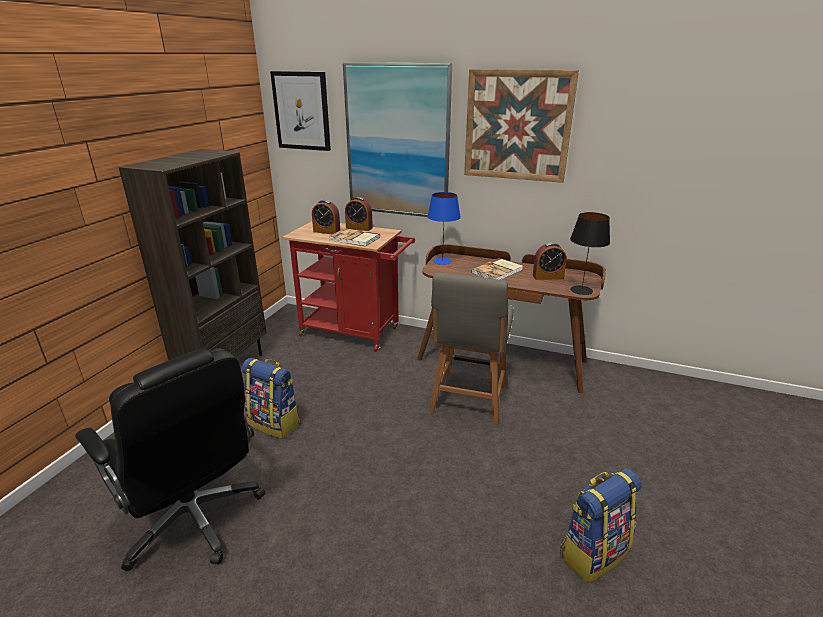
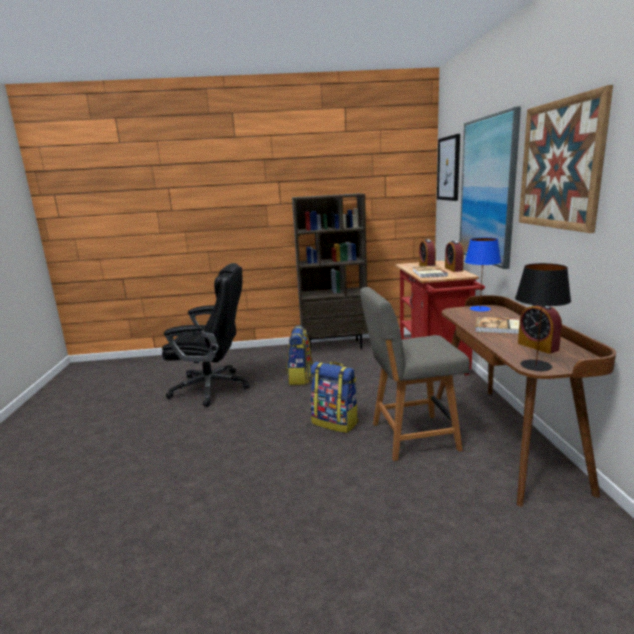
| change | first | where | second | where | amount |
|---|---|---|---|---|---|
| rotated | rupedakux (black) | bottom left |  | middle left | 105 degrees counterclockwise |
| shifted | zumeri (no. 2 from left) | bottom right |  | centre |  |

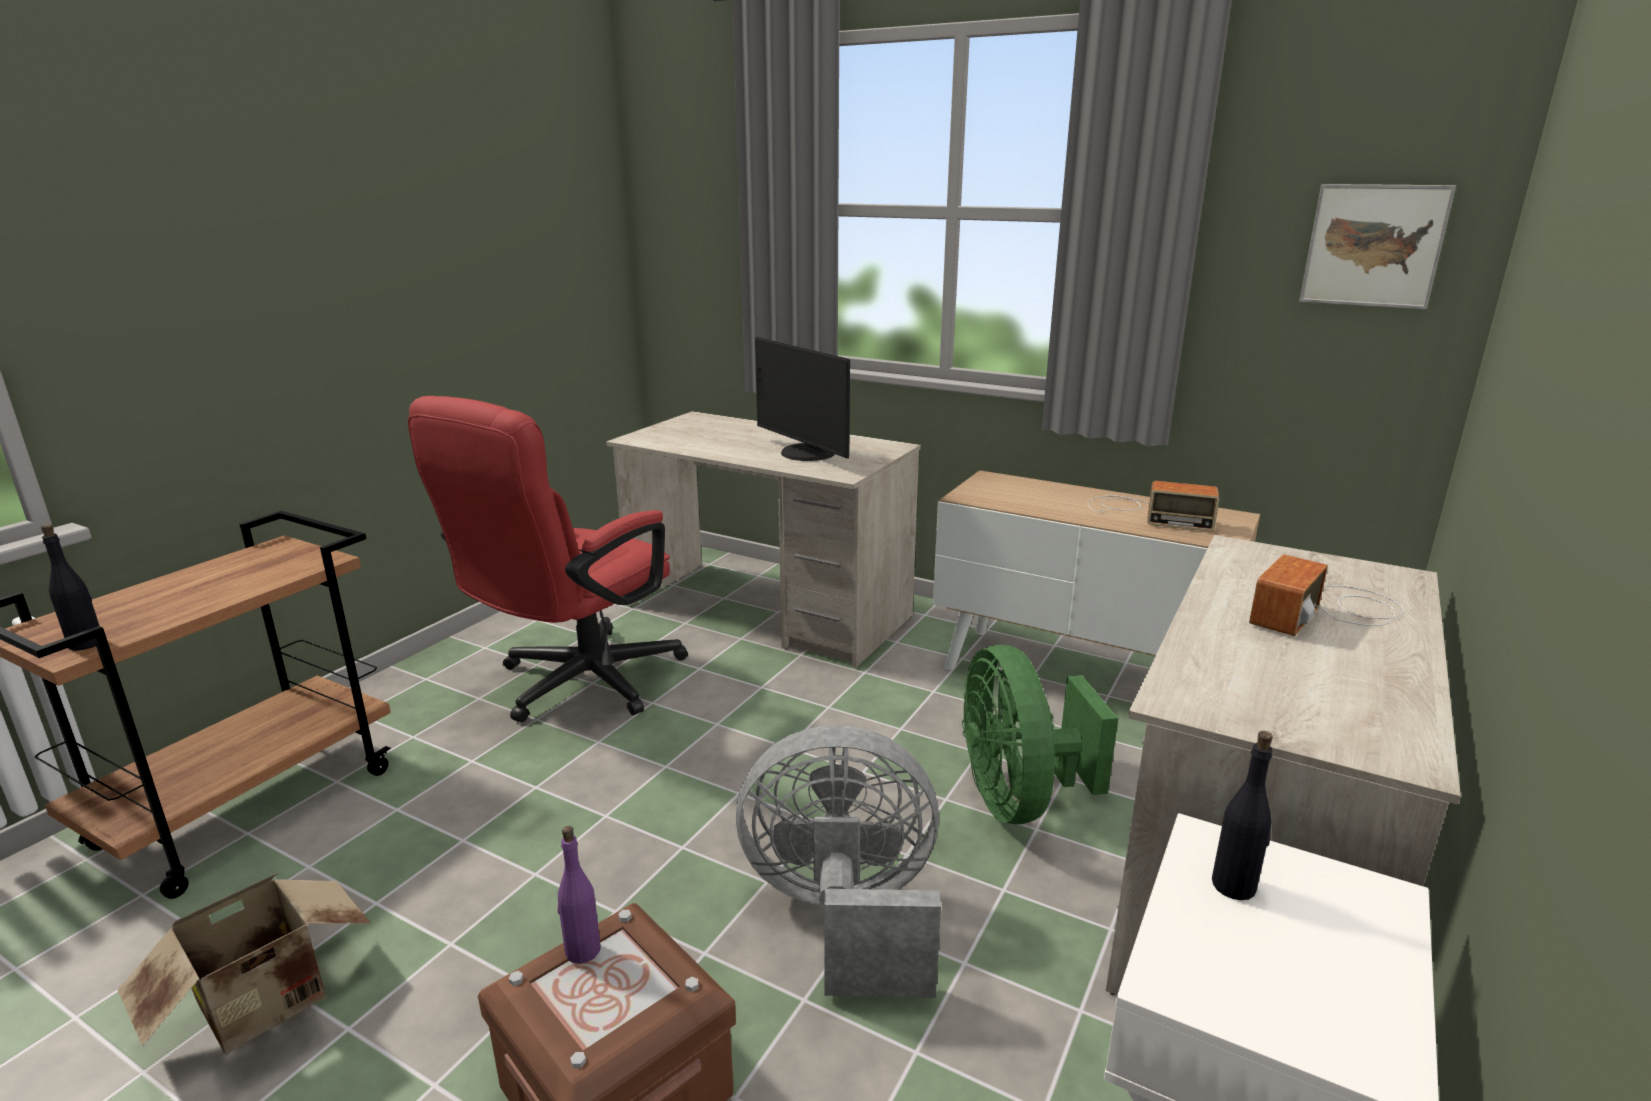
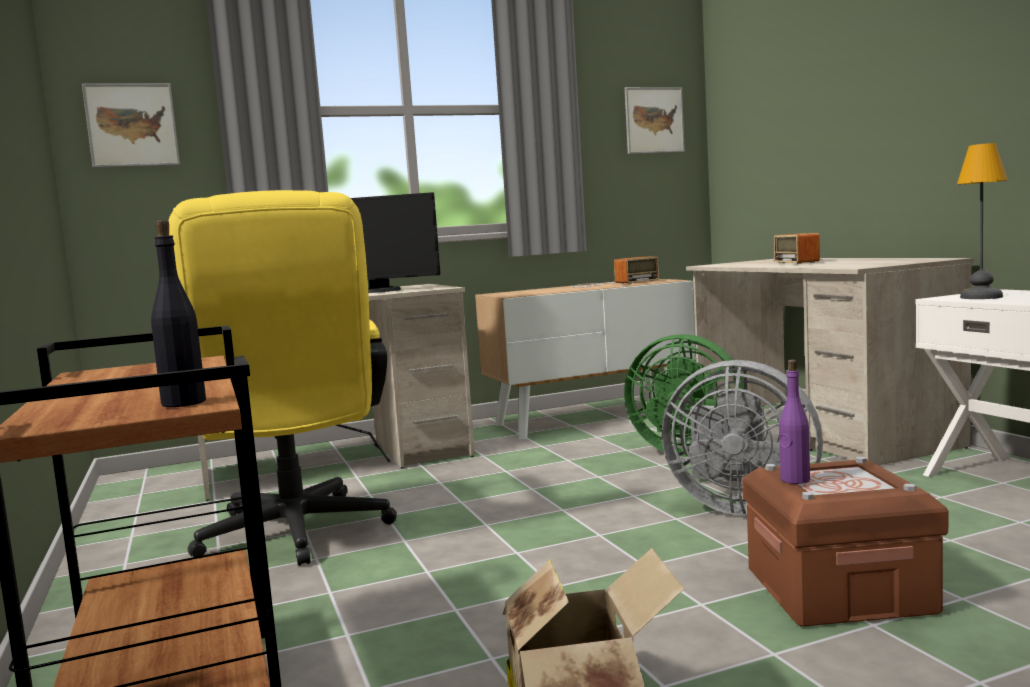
| change | first | where | second | where | amount |
|---|---|---|---|---|---|
| new |  |  | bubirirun (no. 1 from left) | top left |  |
| repainted | rupedakux (red) | middle left | rupedakux (yellow) | middle left |  |
| rotated | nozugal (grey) | bottom centre |  | middle right | 105 degrees counterclockwise |
| swapped | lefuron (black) (no. 2 from left) | bottom right | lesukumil | top right |  |

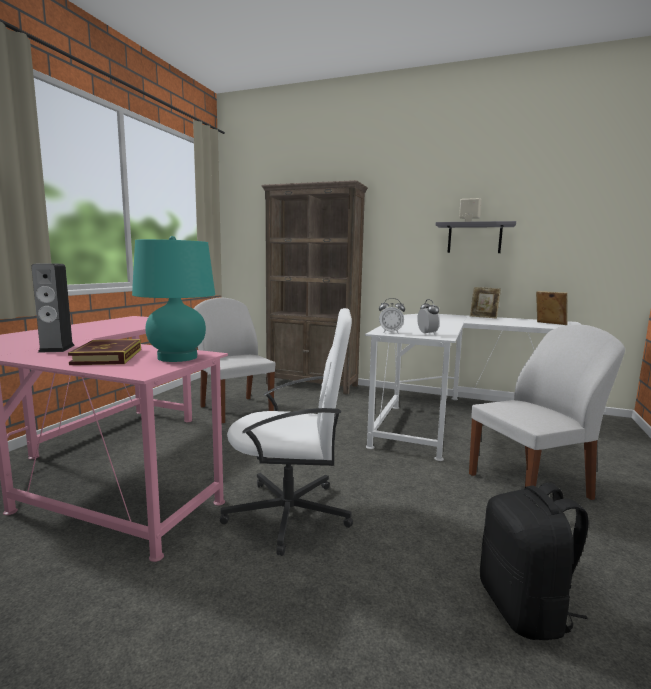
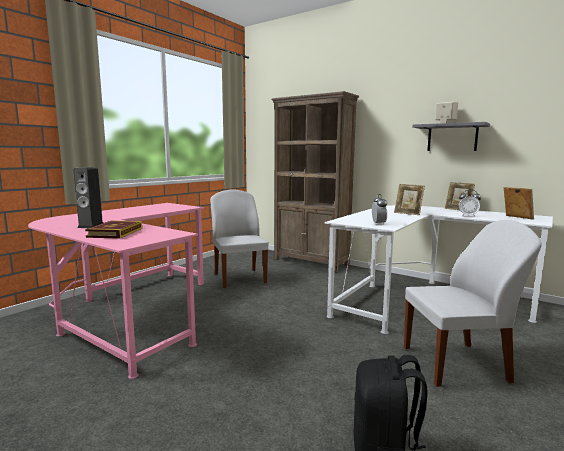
| change | first | where | second | where | amount |
|---|---|---|---|---|---|
| new |  |  | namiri (no. 1 from left) | middle right |  |
| shifted | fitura (no. 1 from left in the first image) | centre | fitura (no. 2 from left) | middle right |  |
| gone | lesukumil (turquoise) | middle left |  |  |  |
| gone | rupedakux (white) | centre |  |  |  |

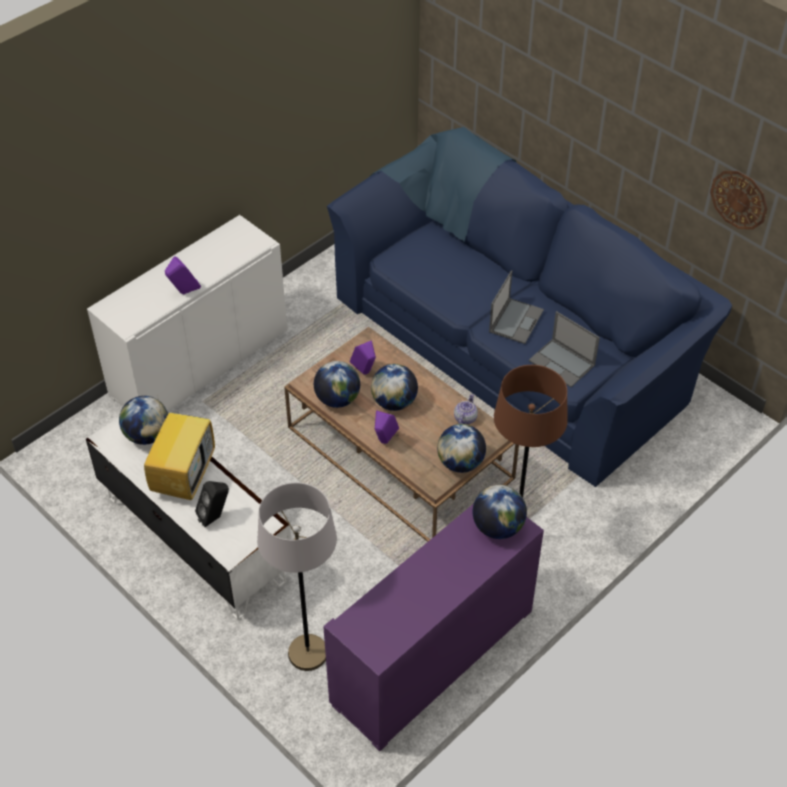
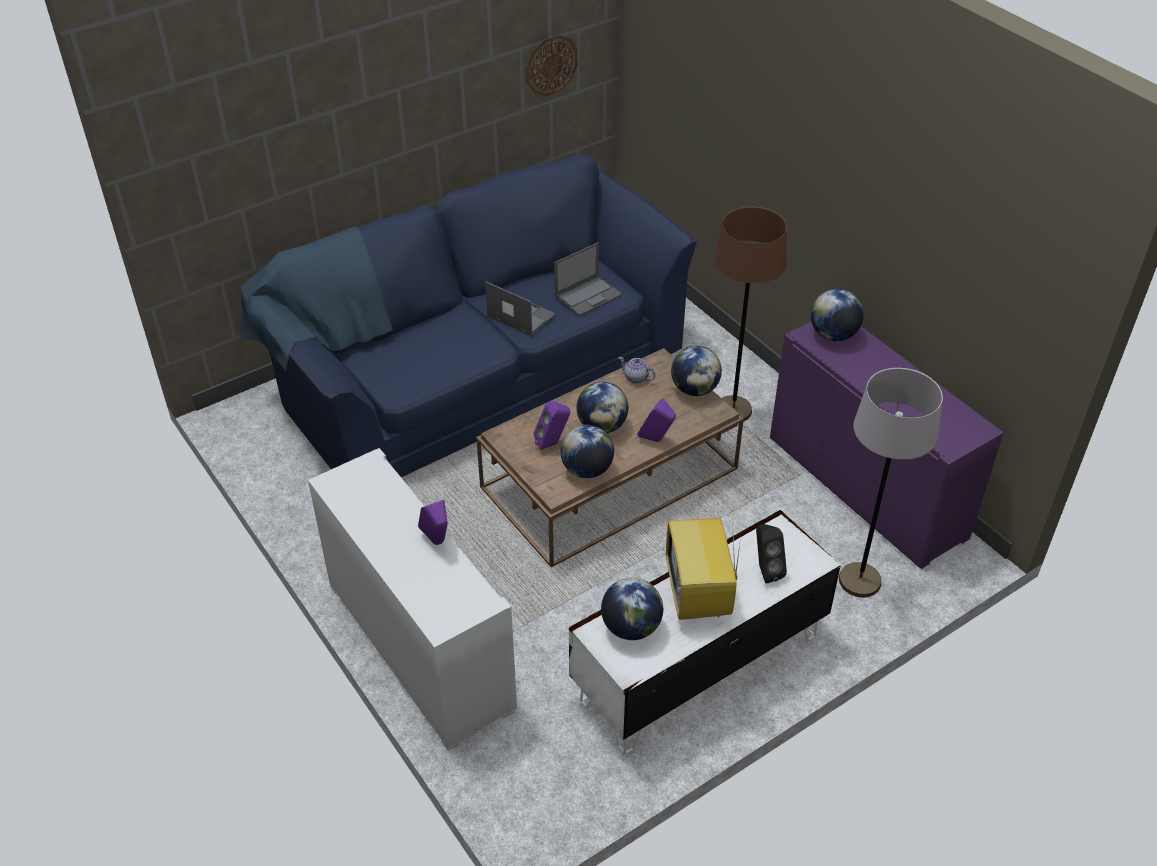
| change | first | where | second | where | amount |
|---|---|---|---|---|---|
| rotated | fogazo | middle left |  | centre | 120 degrees counterclockwise |

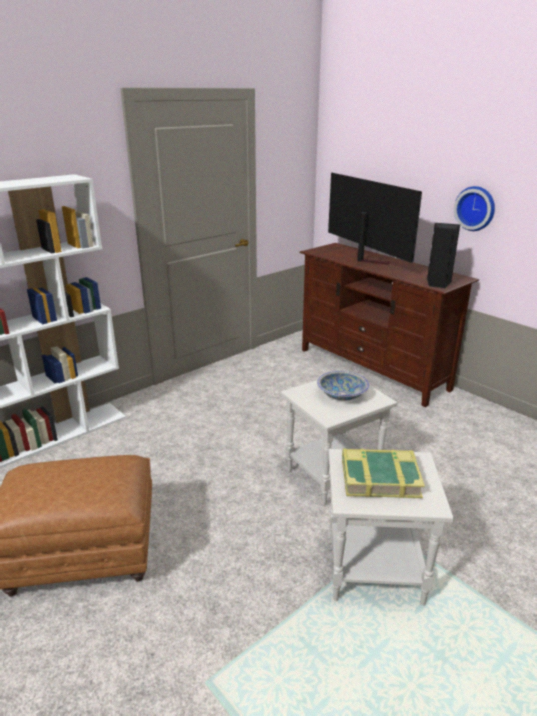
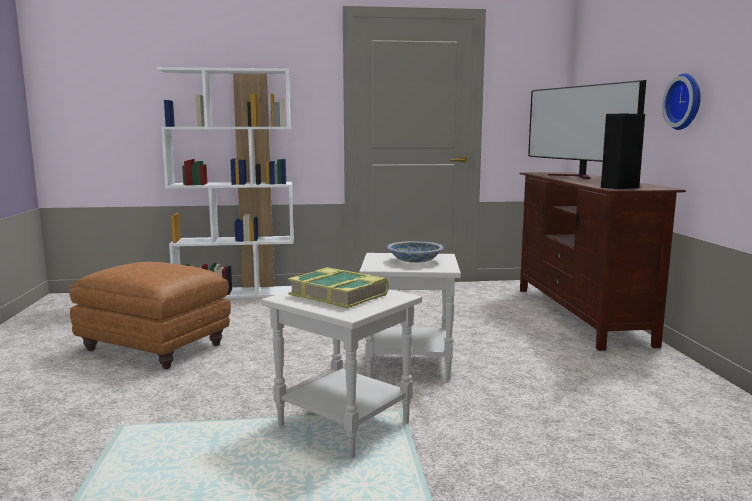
| change | first | where | second | where | amount |
|---|---|---|---|---|---|
| rotated | fogazo | top right |  | top right | 150 degrees clockwise |

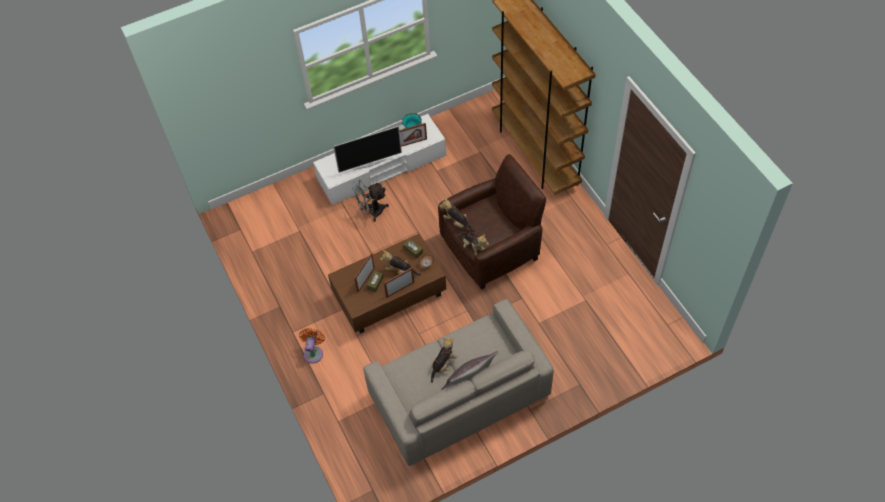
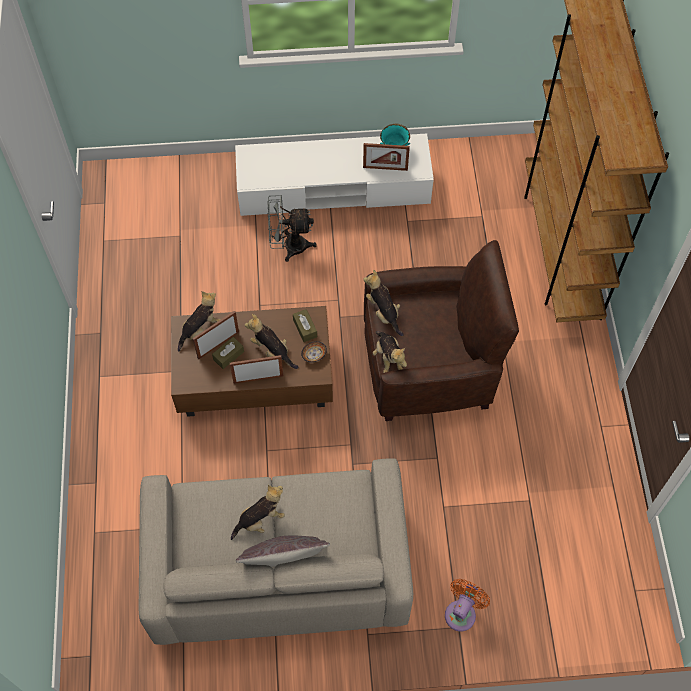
| change | first | where | second | where | amount |
|---|---|---|---|---|---|
| new |  |  | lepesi (no. 1 from left) | middle left |  |
| shifted | nozugal (orange) | bottom centre |  | bottom right |  |
| gone | fogazo | top centre |  |  |  |

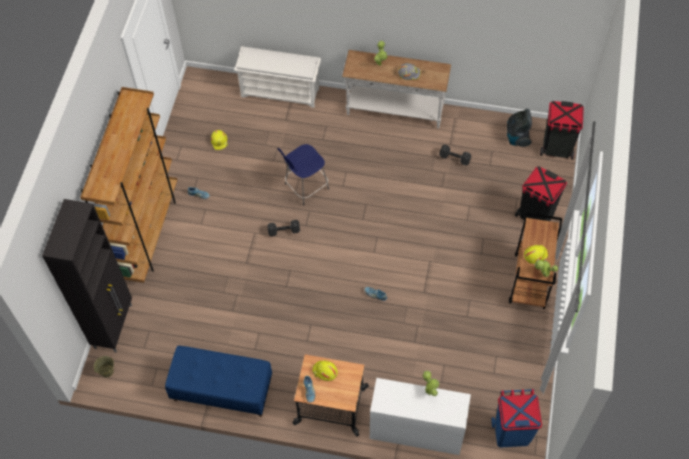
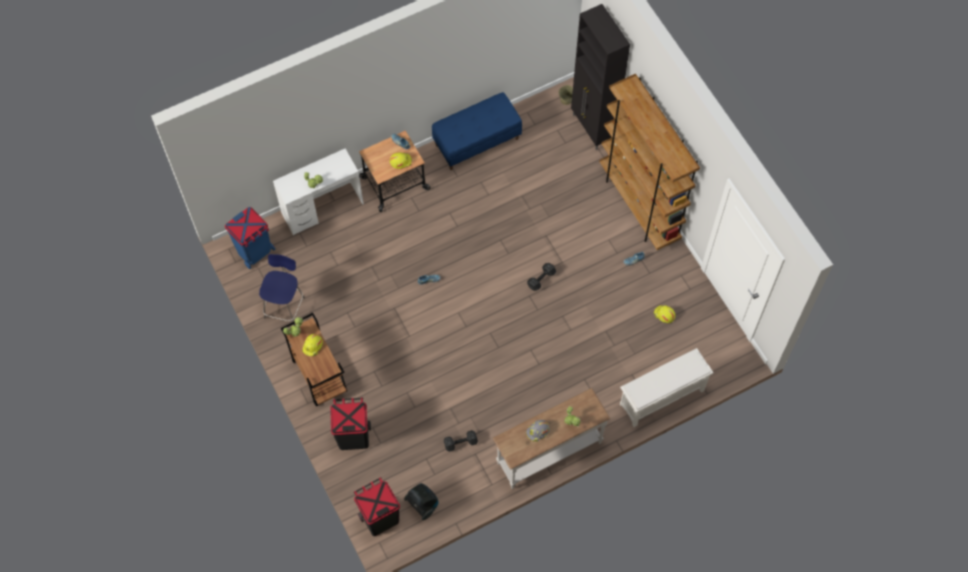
| change | first | where | second | where | amount |
|---|---|---|---|---|---|
| shifted | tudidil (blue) | centre |  | middle left |  |

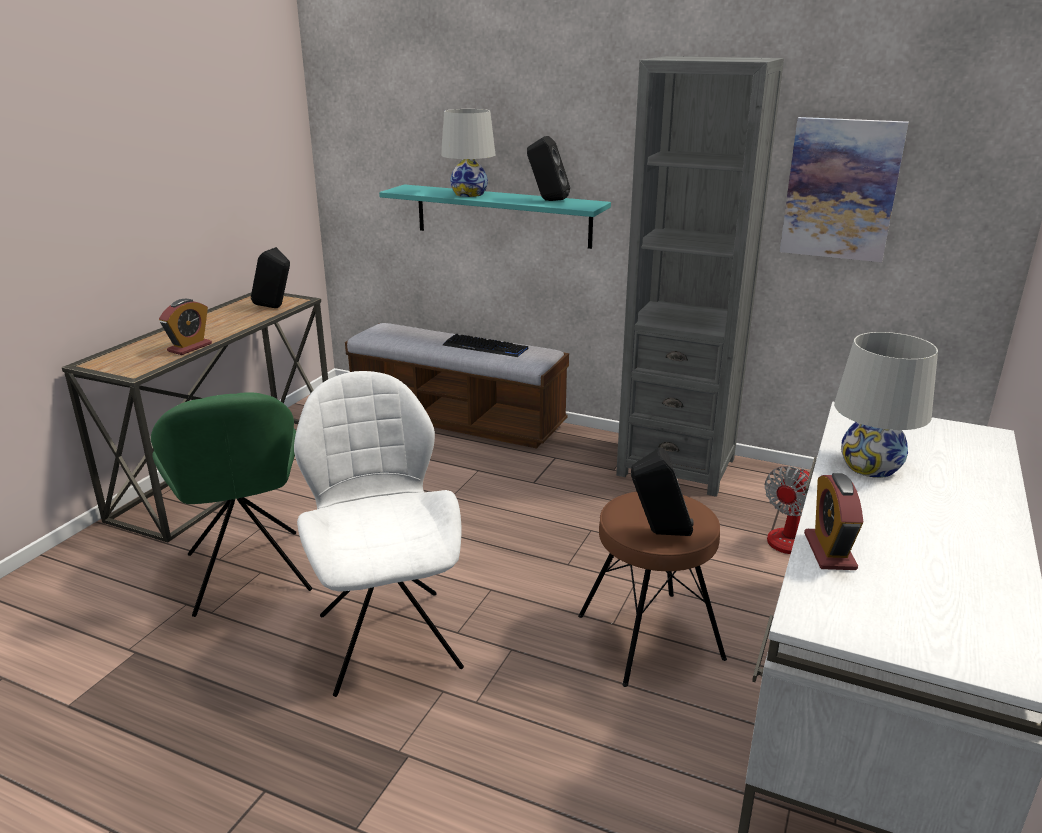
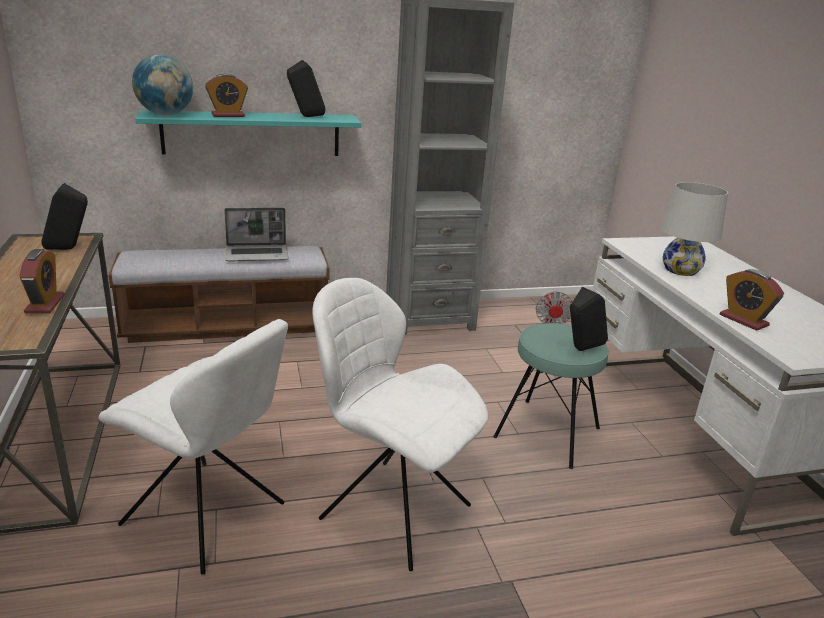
| change | first | where | second | where | amount |
|---|---|---|---|---|---|
| repainted | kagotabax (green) | middle left | kagotabax (white) (no. 1 from left) | bottom left |  |
| new |  |  | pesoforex | top left |  |
| swapped | lesukumil (white) (no. 1 from left) | top centre | fitura (no. 2 from left) | top left |  |
| swapped | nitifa | centre | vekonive | middle left |  |
| repainted | tudidil (brown) | bottom centre | tudidil (turquoise) | middle right |  |
| gone | bubirirun | top right |  |  |  |

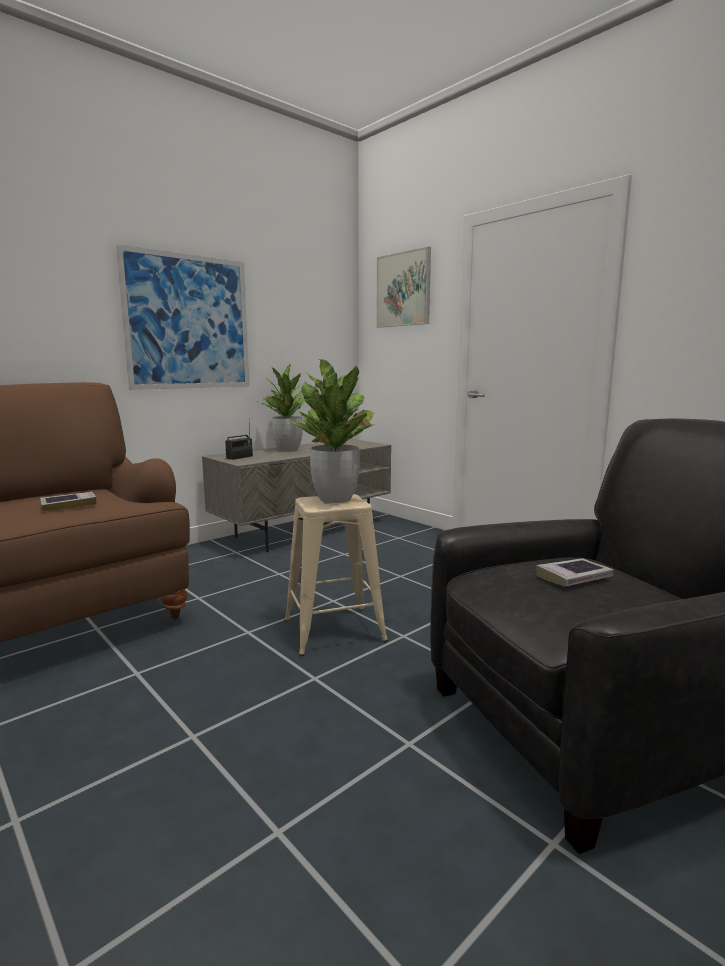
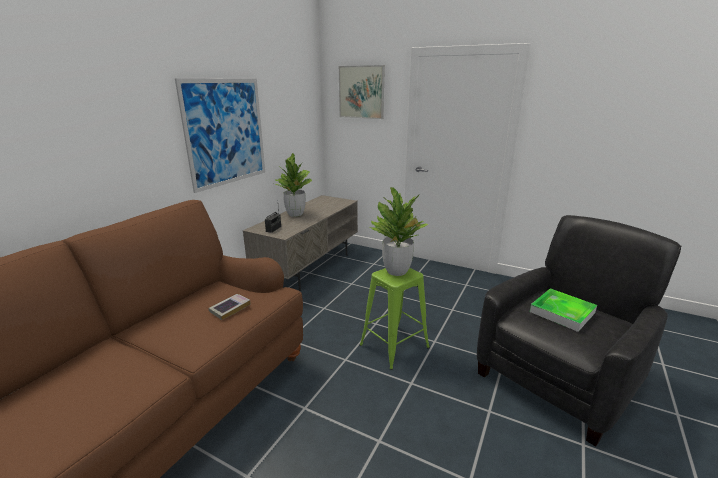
| change | first | where | second | where | amount |
|---|---|---|---|---|---|
| repainted | tudidil (beige) | centre | tudidil (green) | bottom centre |  |
| swapped | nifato (no. 2 from left) | middle right | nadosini | middle right |  |

